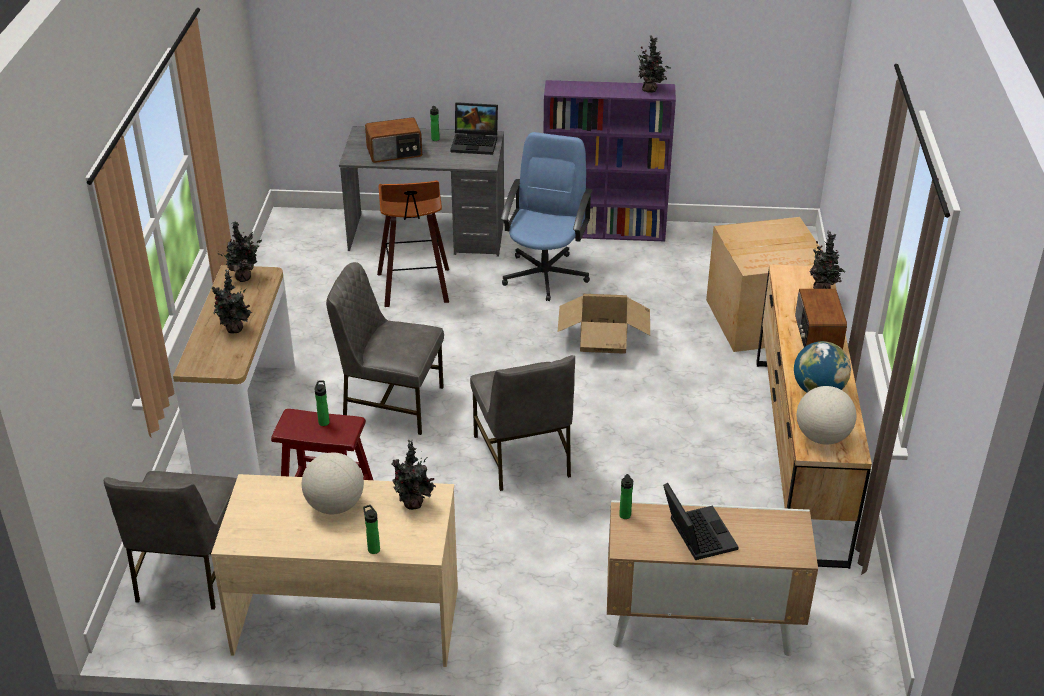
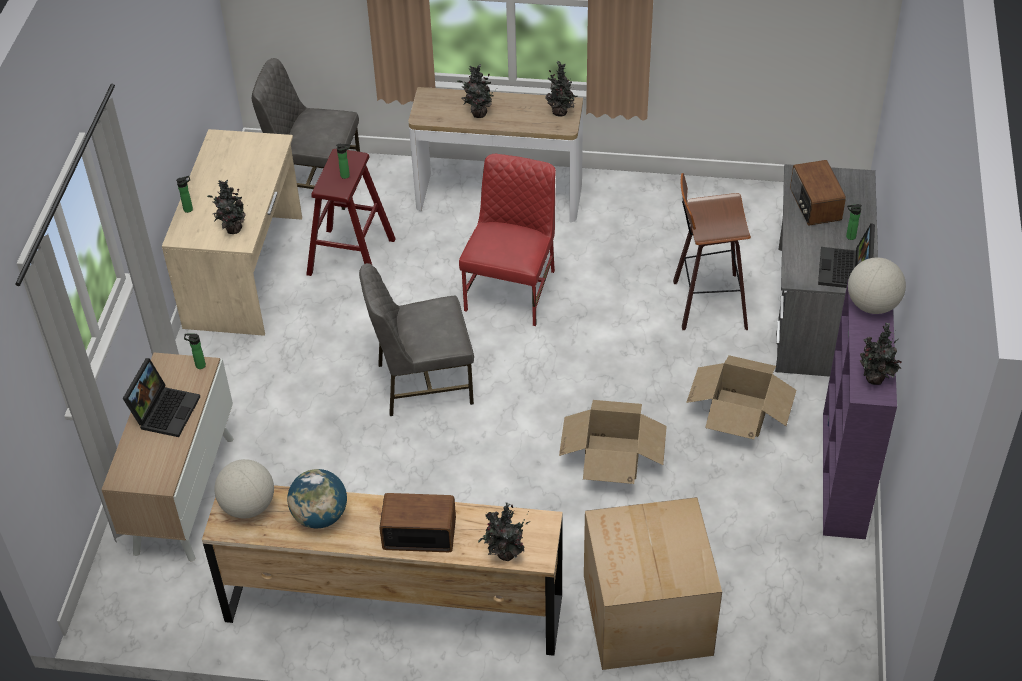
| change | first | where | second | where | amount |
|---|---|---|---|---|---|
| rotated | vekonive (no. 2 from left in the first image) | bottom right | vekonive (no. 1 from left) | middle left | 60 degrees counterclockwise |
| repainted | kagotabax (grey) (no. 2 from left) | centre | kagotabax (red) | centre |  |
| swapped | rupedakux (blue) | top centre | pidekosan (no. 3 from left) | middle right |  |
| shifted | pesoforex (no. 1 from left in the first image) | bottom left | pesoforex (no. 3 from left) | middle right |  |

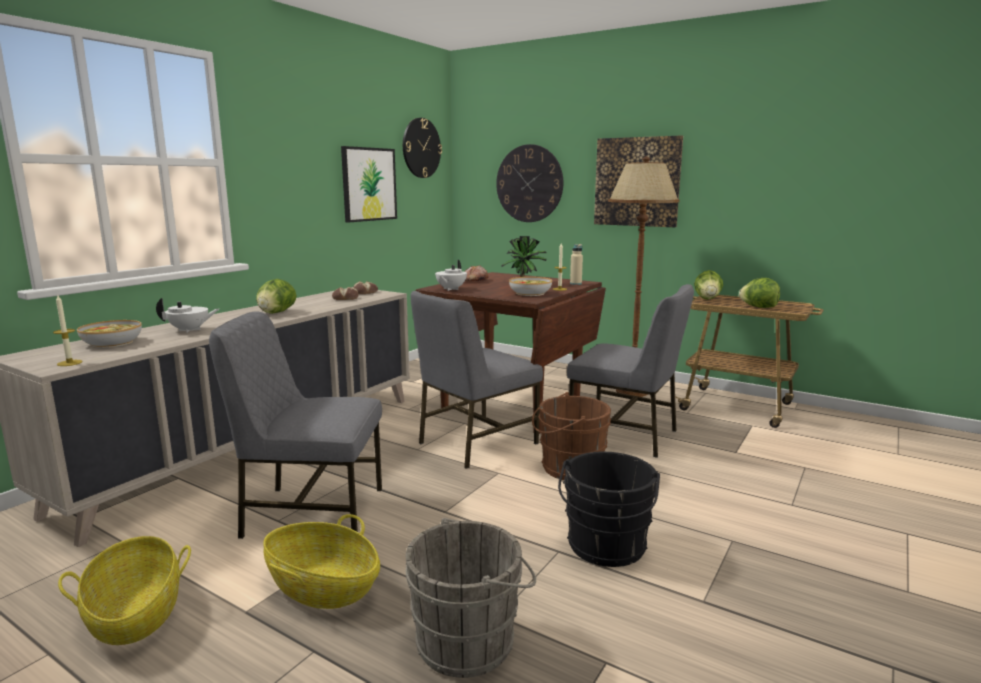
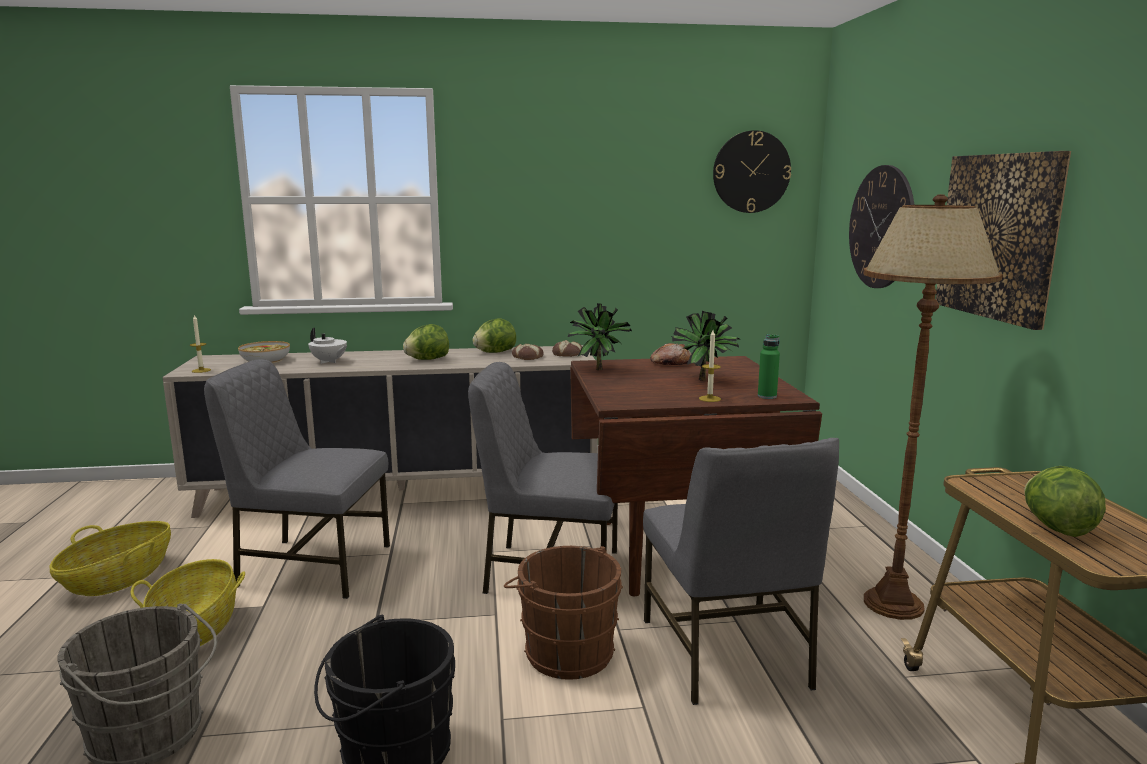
| change | first | where | second | where | amount |
|---|---|---|---|---|---|
| rotated | kagotabax (grey) (no. 1 from left) | middle left |  | middle left | 45 degrees counterclockwise |
| shifted | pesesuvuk (no. 2 from left) | middle right |  | centre |  |
| swapped | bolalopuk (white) (no. 2 from left) | centre | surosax (no. 1 from left) | centre |  |
| repainted | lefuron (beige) | centre | lefuron (green) | middle right |  |
| gone | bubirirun (no. 1 from left) | top centre |  |  |  |
| gone | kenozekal (no. 2 from left) | centre |  |  |  |

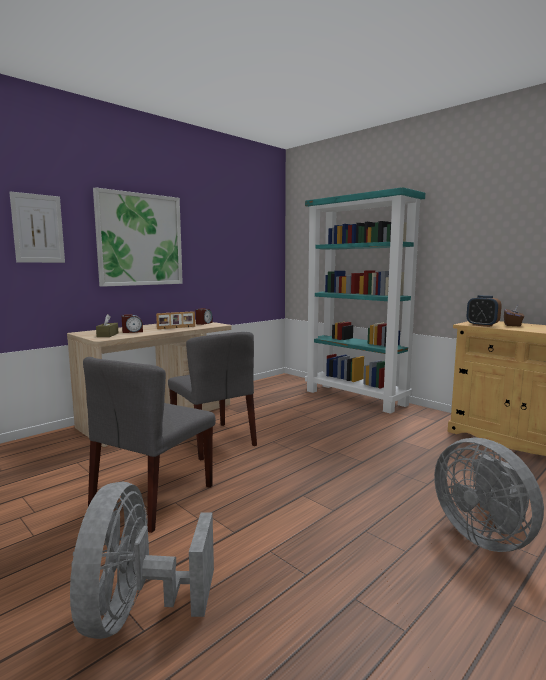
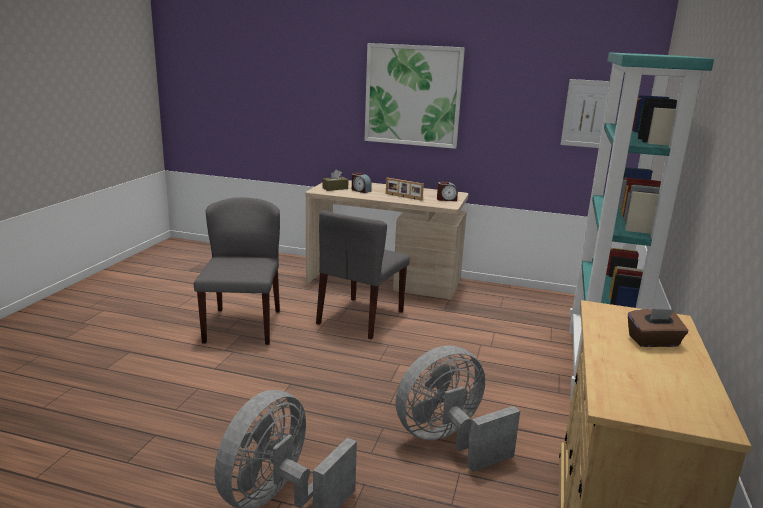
| change | first | where | second | where | amount |
|---|---|---|---|---|---|
| rotated | kagotabax (grey) (no. 1 from left) | middle left |  | middle left | 90 degrees clockwise |
| shifted | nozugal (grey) (no. 1 from left in the first image) | bottom left | nozugal (grey) (no. 2 from left) | bottom centre |  |
| shifted | bubirirun (no. 1 from left in the first image) | middle left | bubirirun (no. 2 from left) | top right |  |
| gone | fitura (no. 3 from left) | middle right |  |  |  |

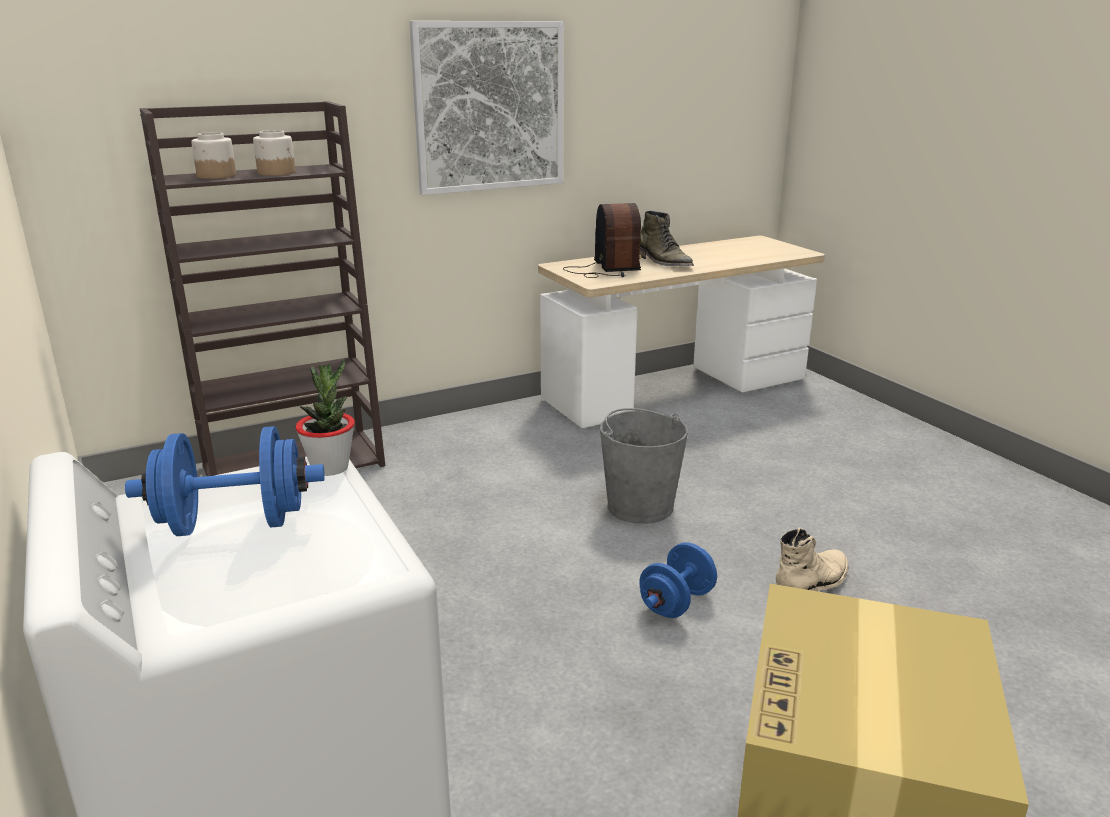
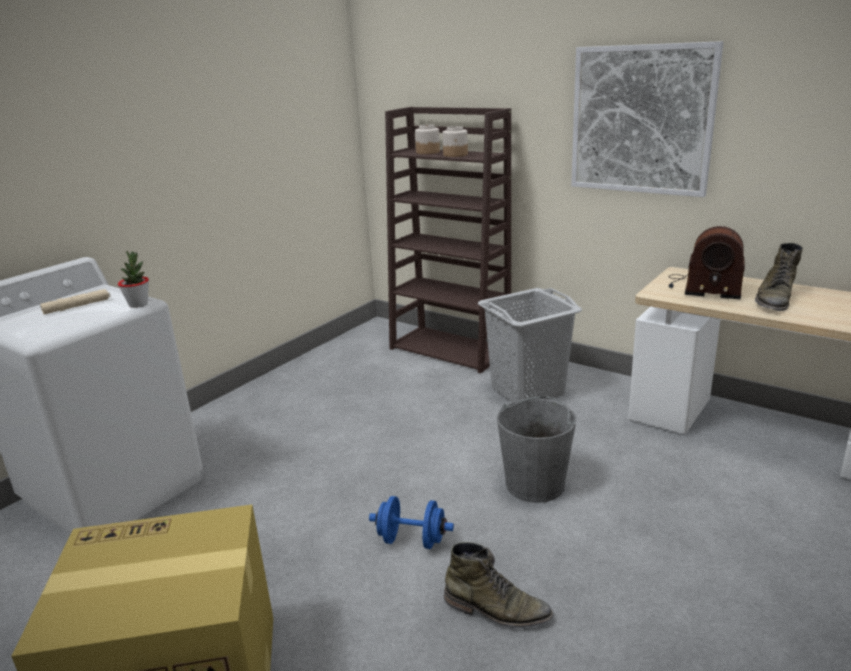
| change | first | where | second | where | amount |
|---|---|---|---|---|---|
| swapped | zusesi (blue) (no. 1 from left) | middle left | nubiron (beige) | middle left |  |
| repainted | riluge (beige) | bottom right | riluge (green) (no. 1 from left) | bottom centre |  |
| new |  |  | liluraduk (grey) | centre |  |
| rotated | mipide | top centre |  | middle right | 60 degrees clockwise |

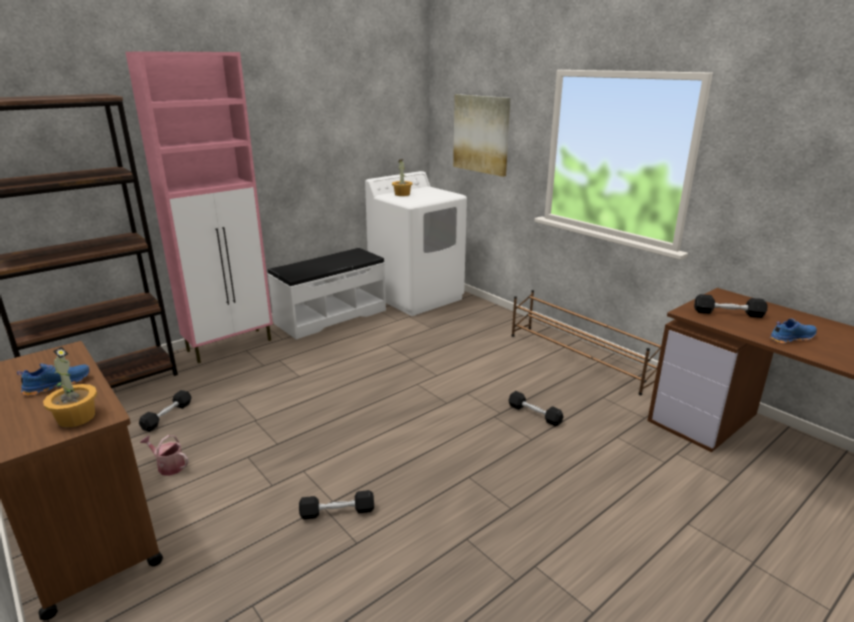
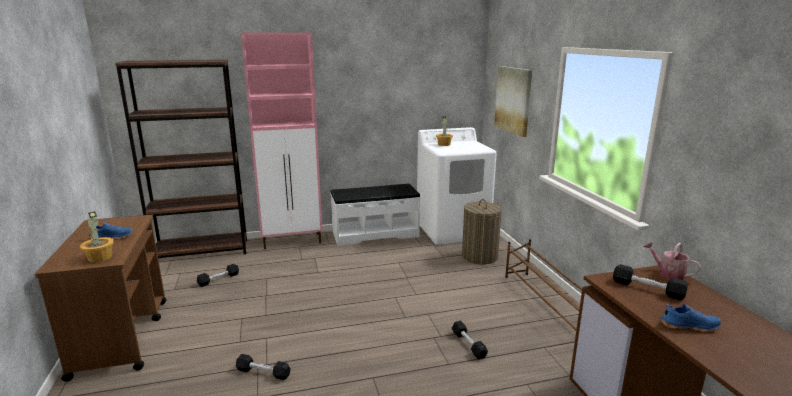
| change | first | where | second | where | amount |
|---|---|---|---|---|---|
| new |  |  | liluraduk | centre |  |
| shifted | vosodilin | bottom left |  | middle right |  |

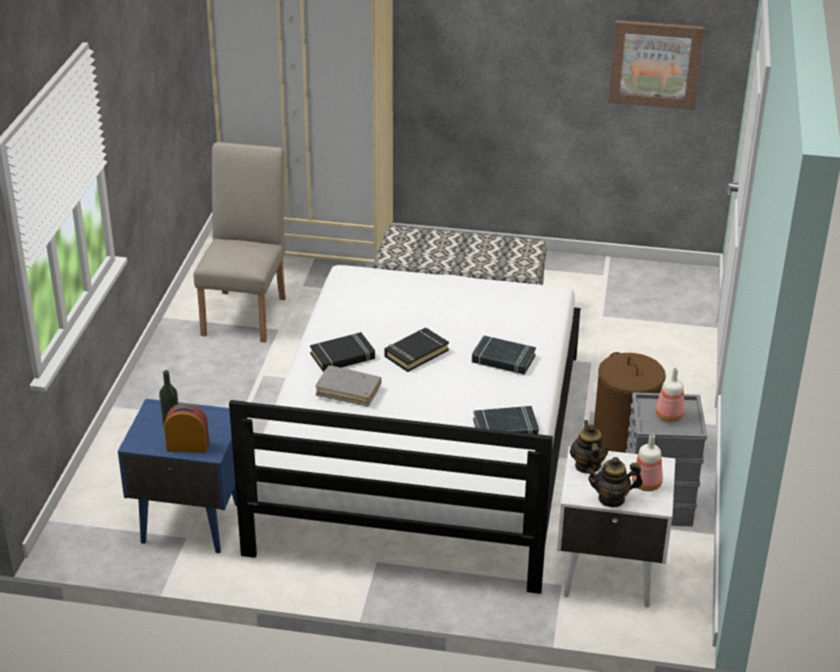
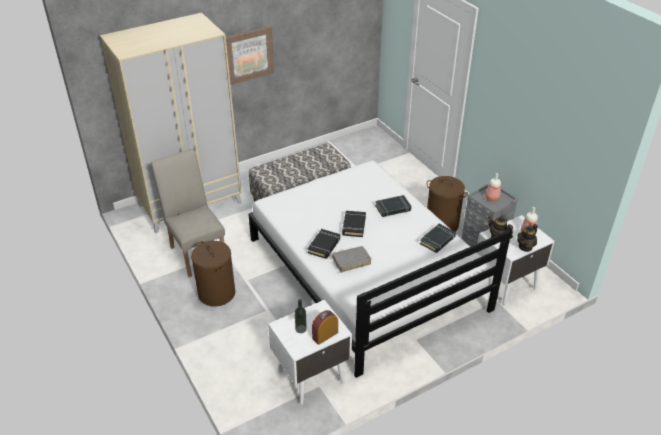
| change | first | where | second | where | amount |
|---|---|---|---|---|---|
| new |  |  | liluraduk (brown) (no. 1 from left) | middle left |  |
| shifted | bubirirun | top right |  | top centre |  |
| repainted | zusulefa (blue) | bottom left | zusulefa (white) (no. 1 from left) | bottom centre |  |

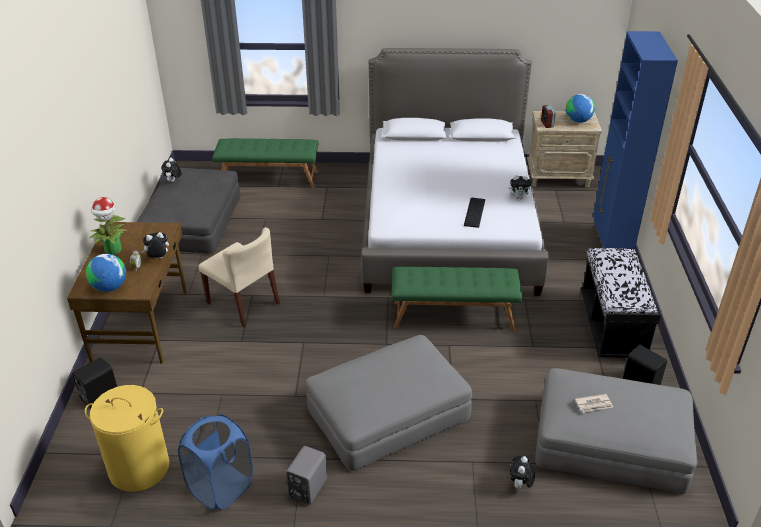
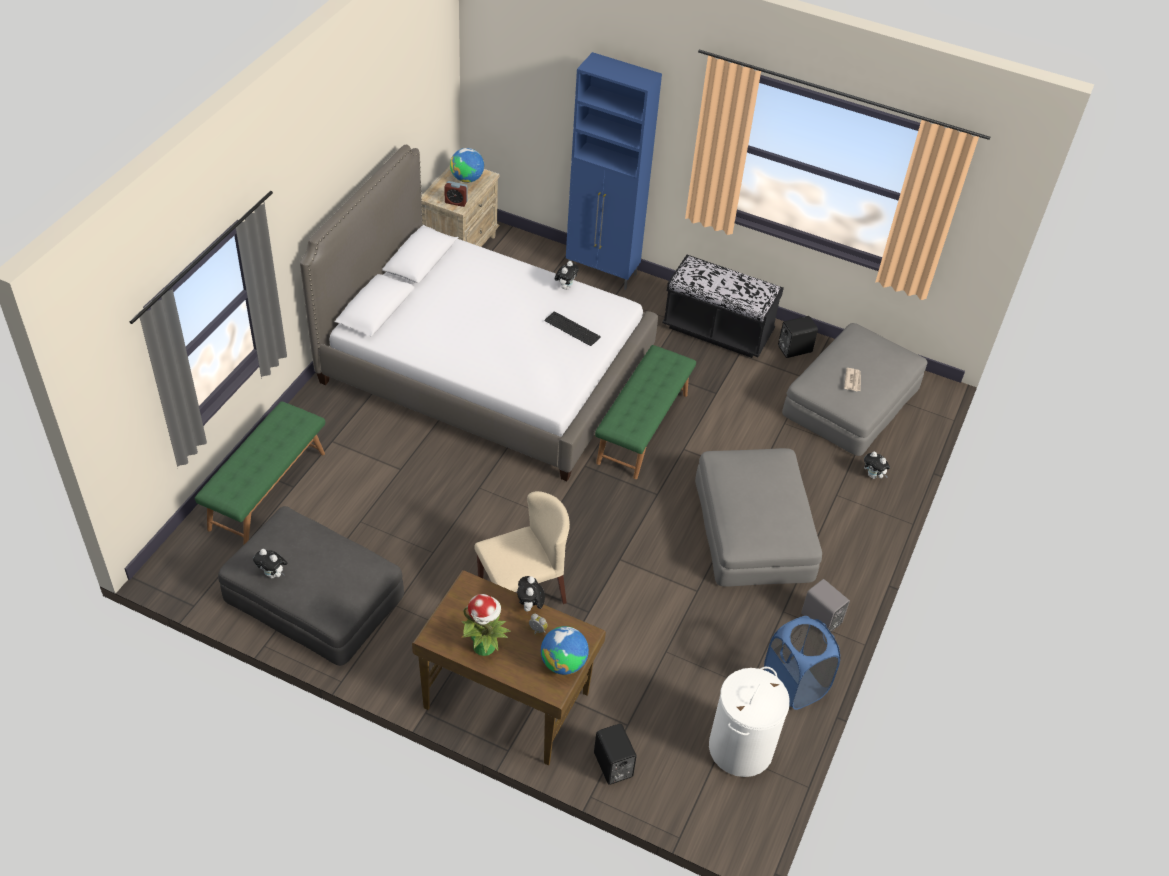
| change | first | where | second | where | amount |
|---|---|---|---|---|---|
| repainted | liluraduk (yellow) | bottom left | liluraduk (white) | bottom centre |  |

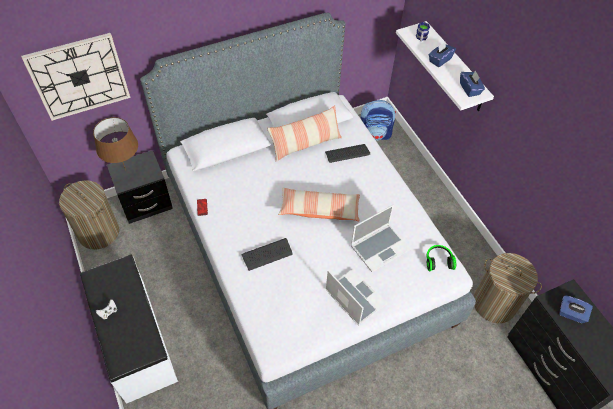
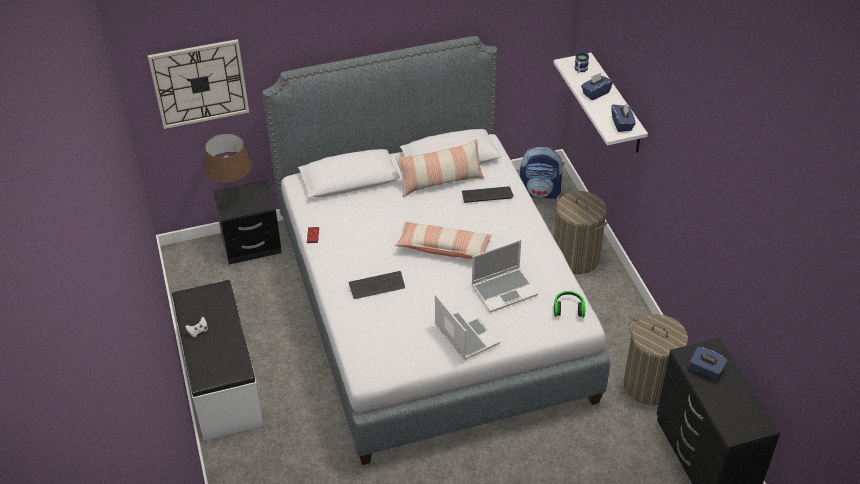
| change | first | where | second | where | amount |
|---|---|---|---|---|---|
| shifted | liluraduk (no. 1 from left) | middle left |  | middle right |  |

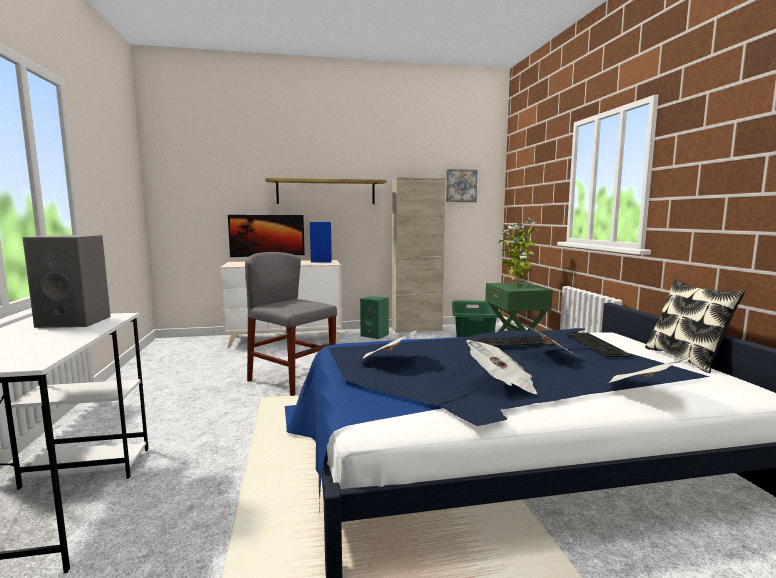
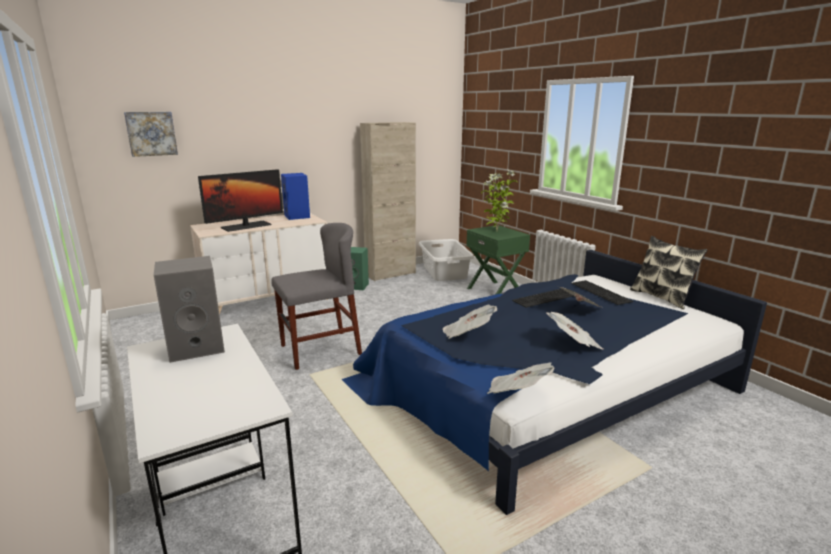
| change | first | where | second | where | amount |
|---|---|---|---|---|---|
| shifted | bubirirun | top centre |  | top left |  |
| rotated | kagotabax (grey) | centre |  | centre | 135 degrees clockwise |
| repainted | liluraduk (green) | centre | liluraduk (white) | centre |  |
| shifted | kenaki (no. 4 from left in the first image) | middle right | kenaki (no. 2 from left) | bottom centre |  |
| gone | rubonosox | top centre |  |  |  |

